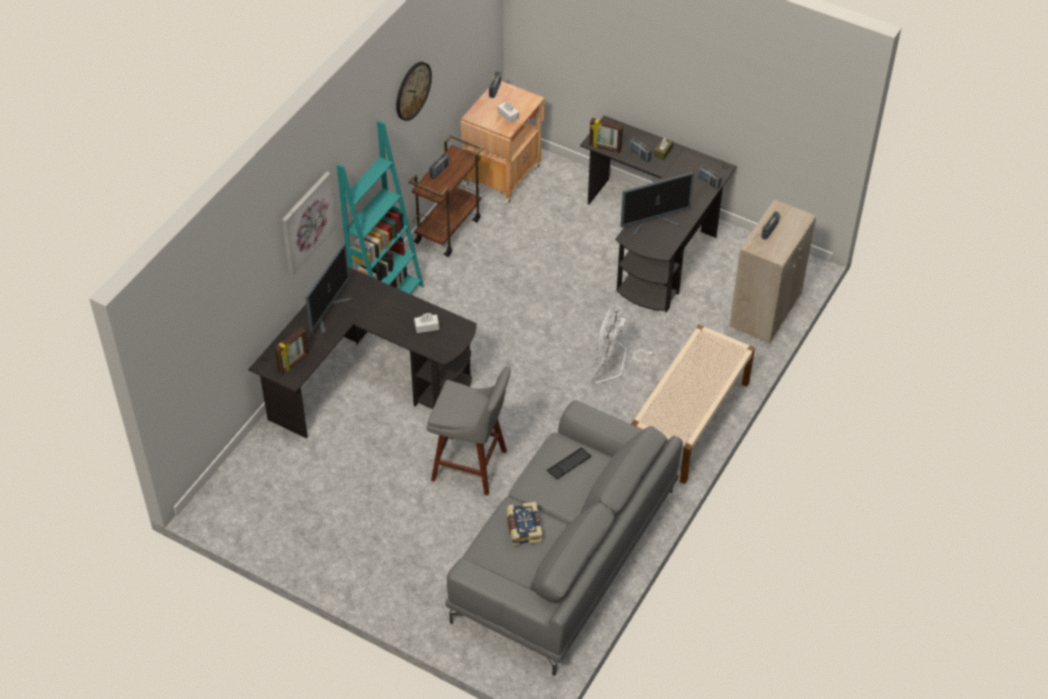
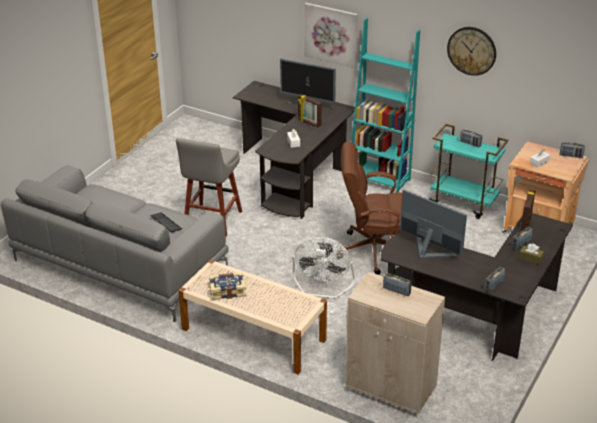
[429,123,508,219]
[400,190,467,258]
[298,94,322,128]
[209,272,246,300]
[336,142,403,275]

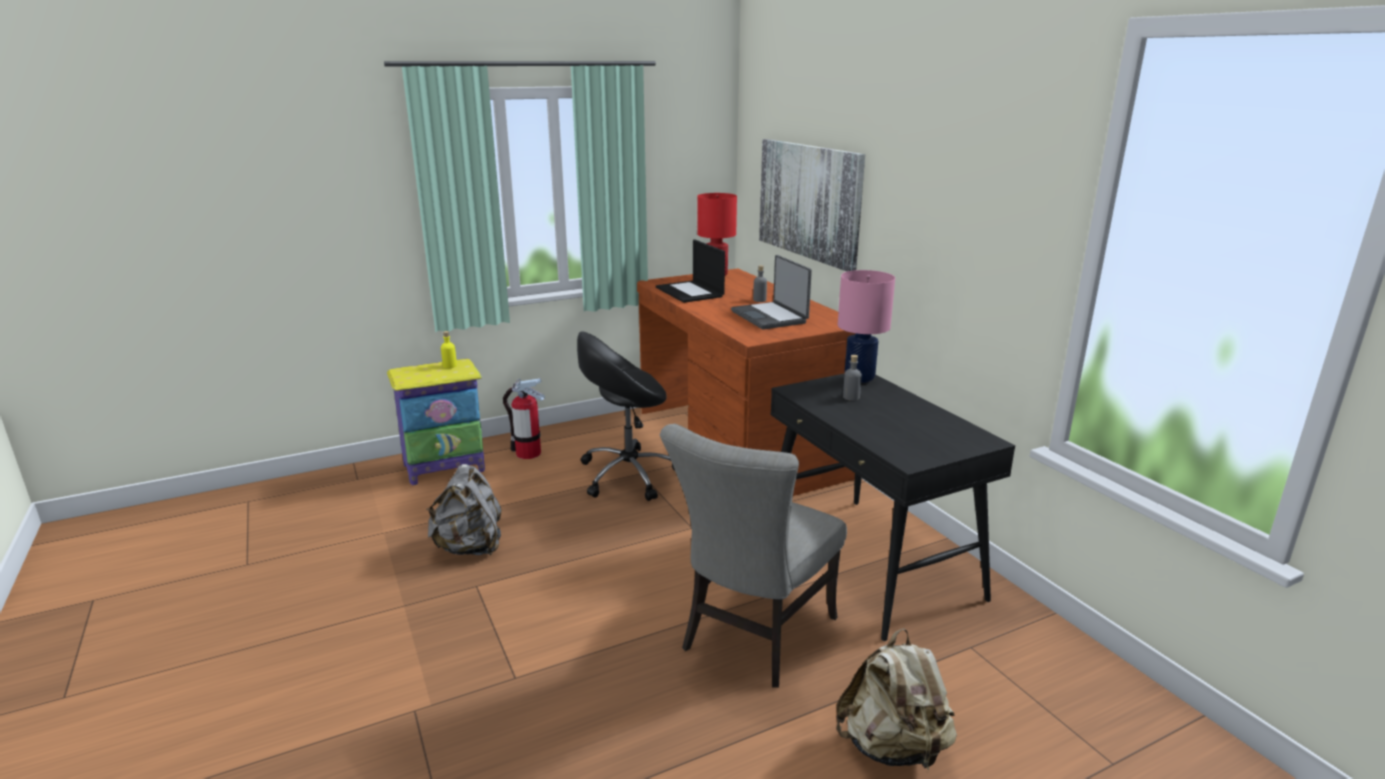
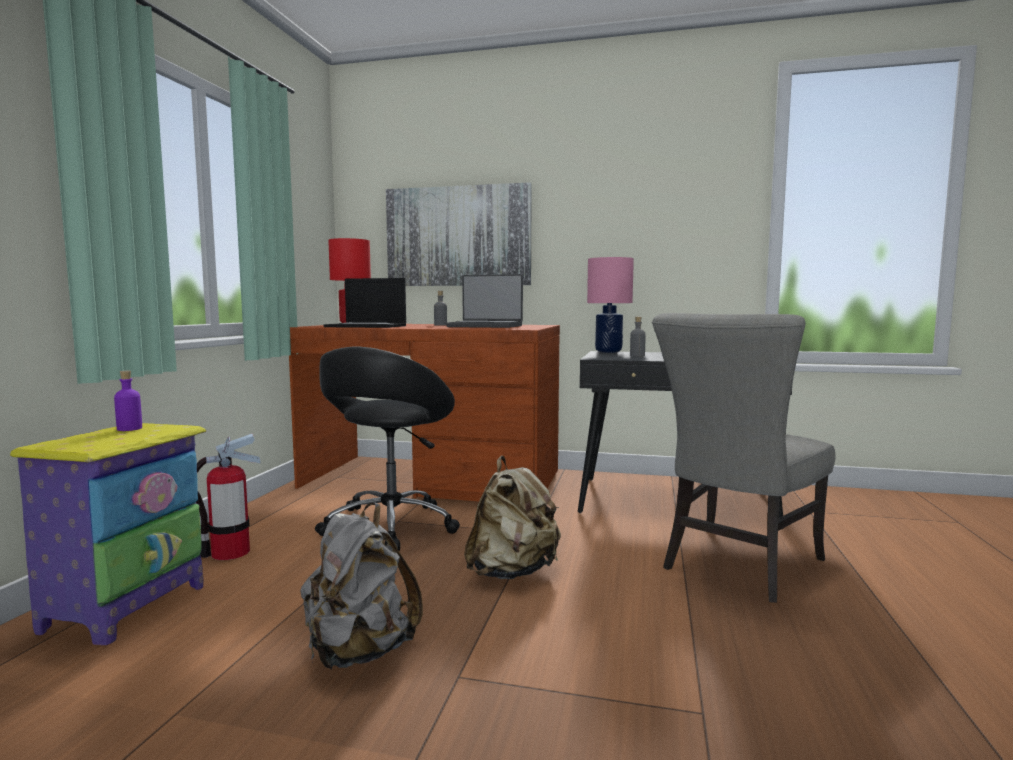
[114,371,142,431]
[652,313,835,603]
[464,456,561,579]

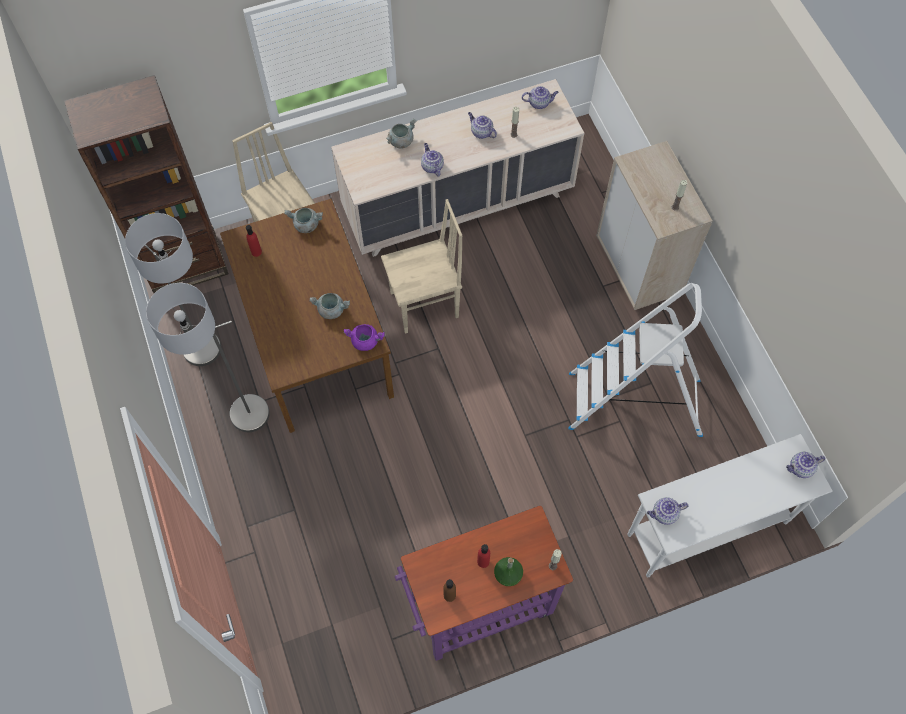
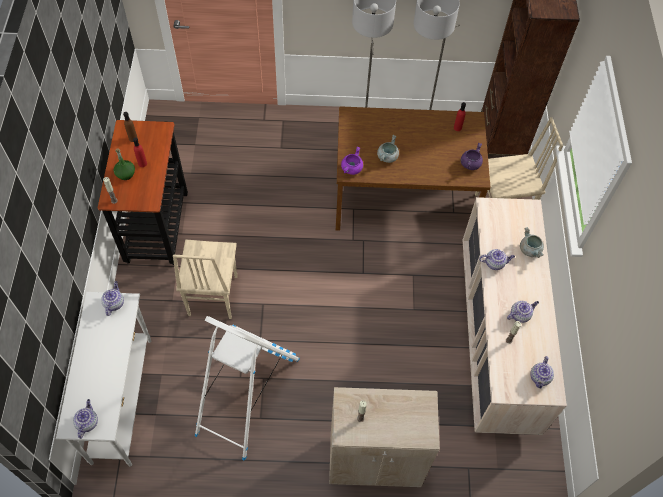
[173,240,237,319]
[461,143,483,170]
[98,120,188,265]

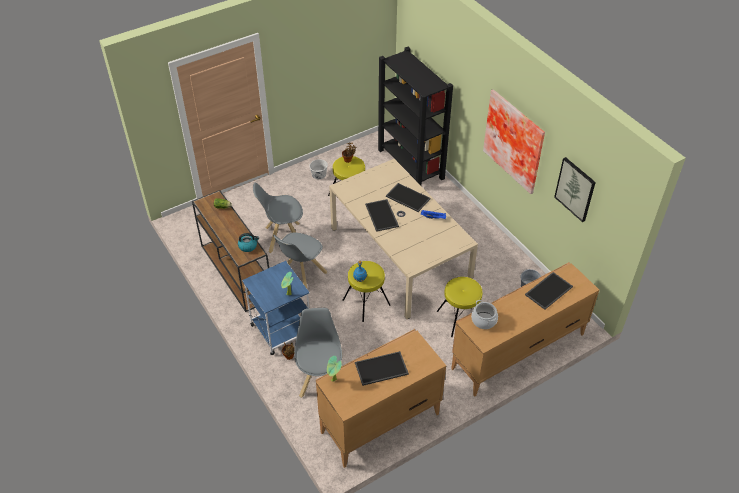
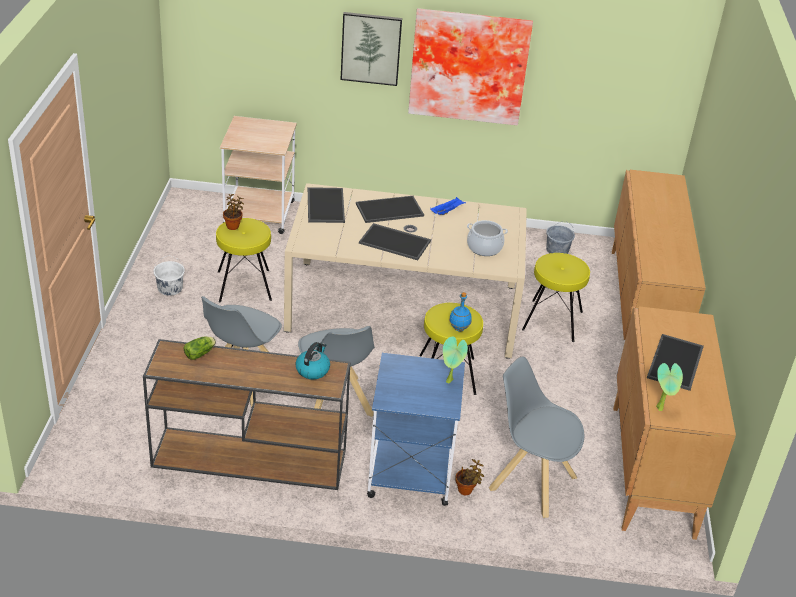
[220,116,297,234]
[341,12,402,86]
[308,187,345,223]
[467,220,508,256]

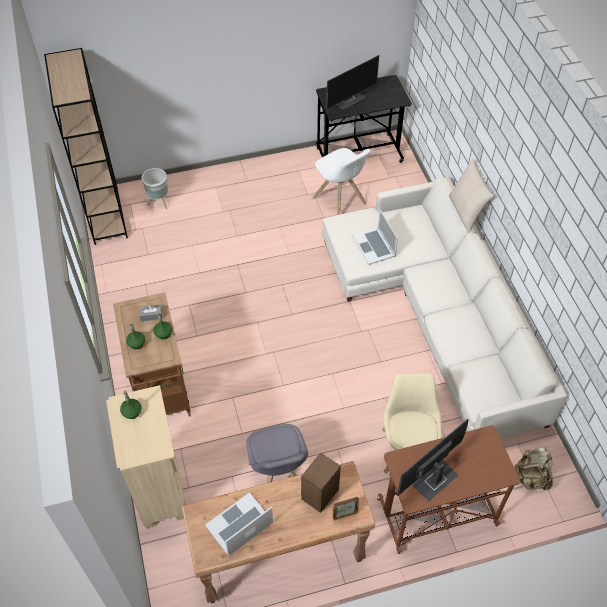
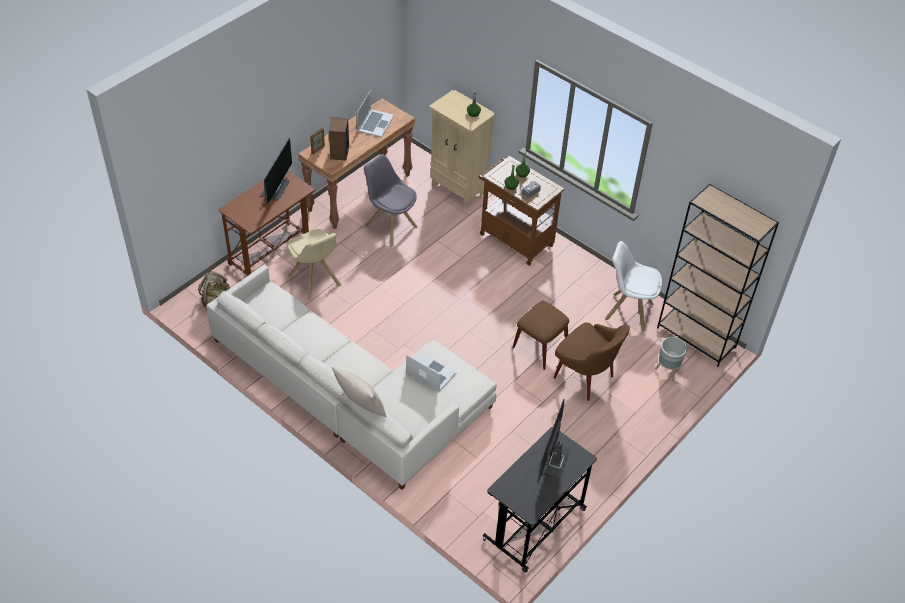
[605,241,662,332]
[512,301,630,401]

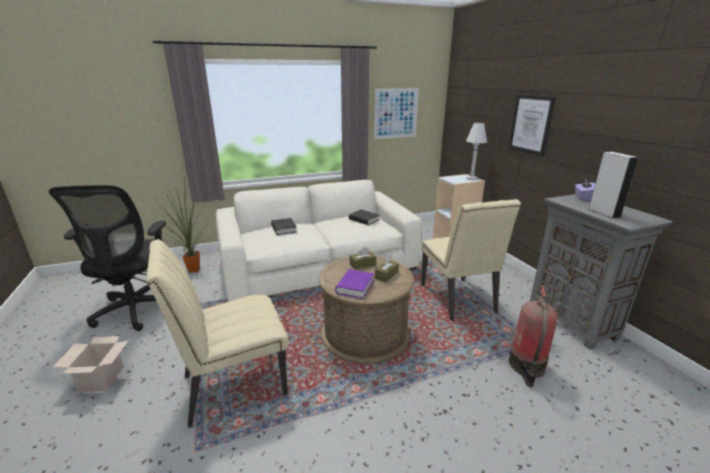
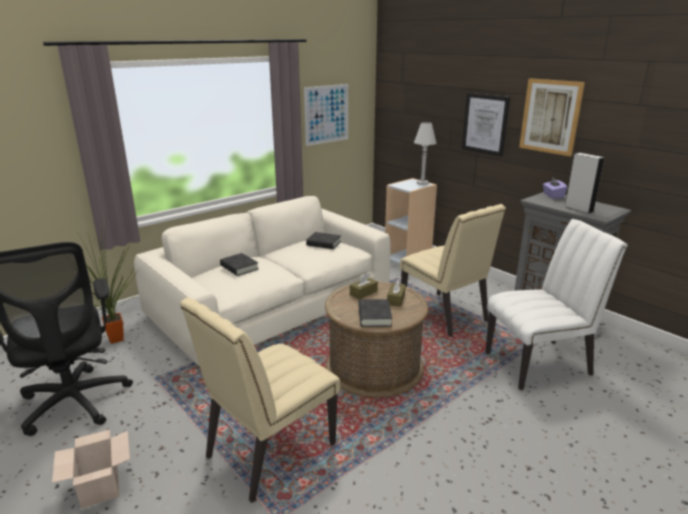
[358,299,392,327]
[485,219,627,390]
[519,78,585,157]

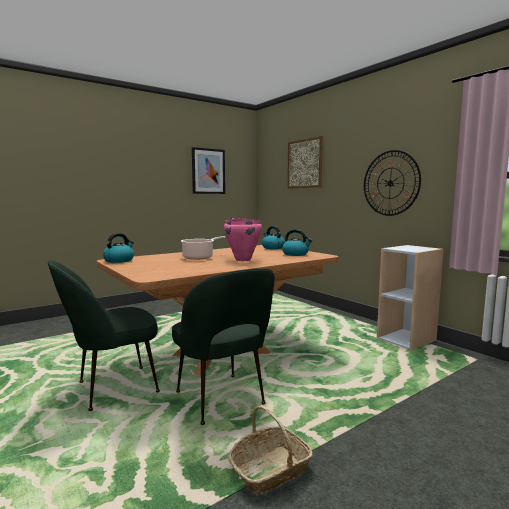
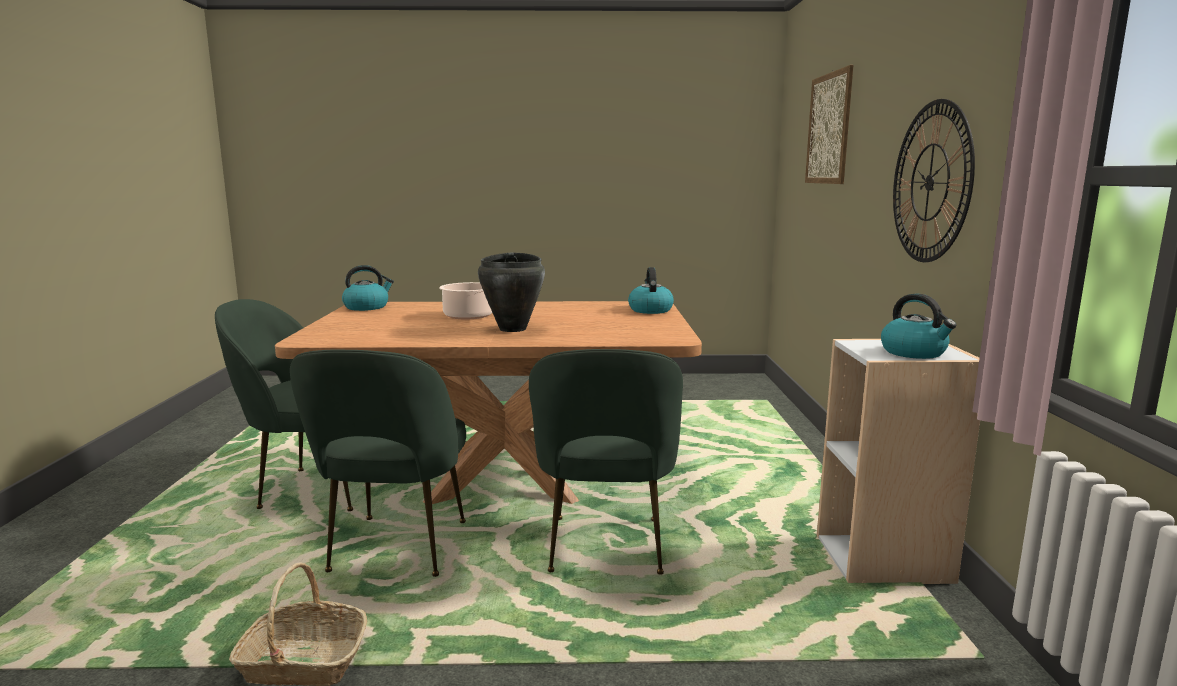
[192,147,225,194] (first image)
[478,253,545,332]
[881,293,957,359]
[529,349,683,575]

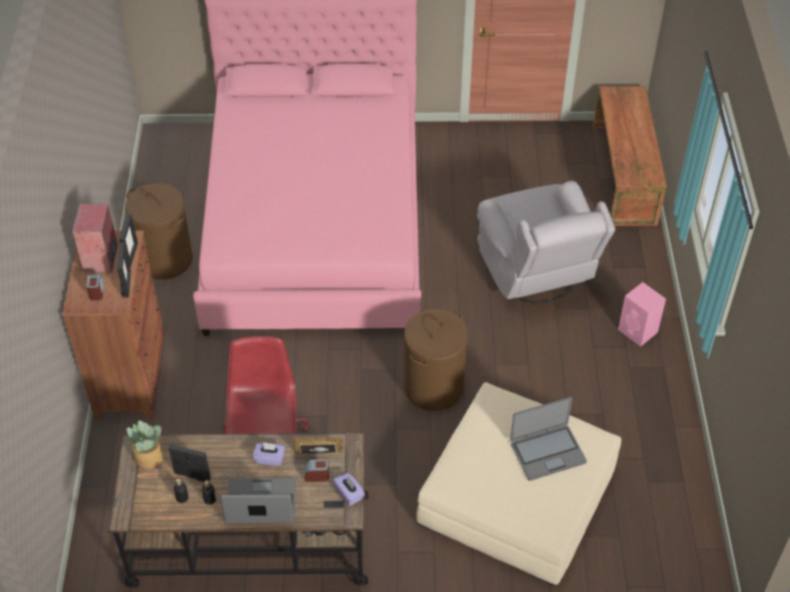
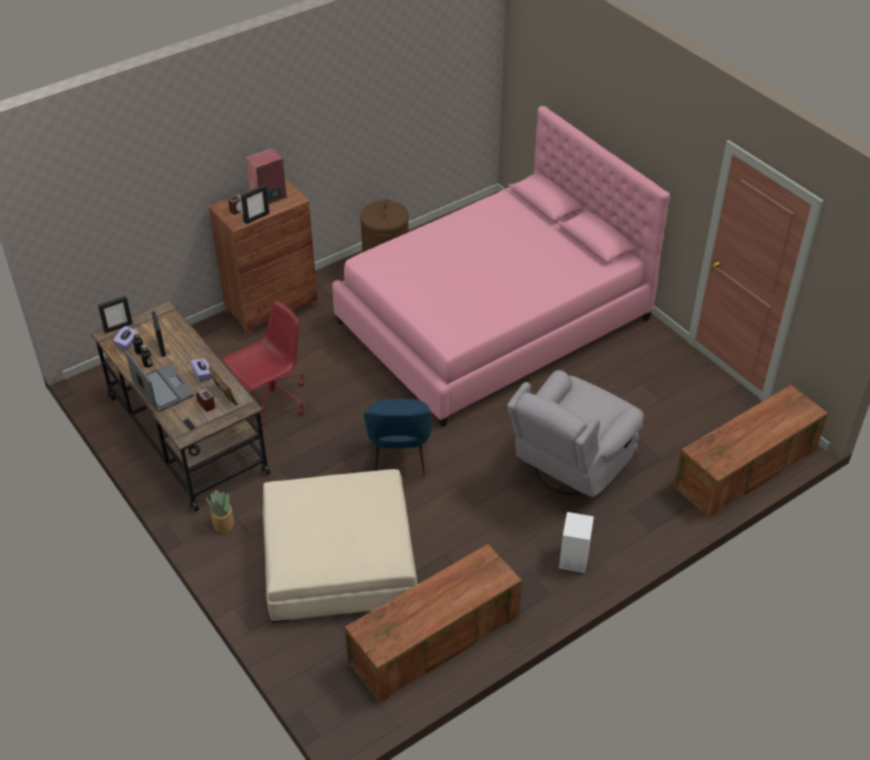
[98,296,133,333]
[559,512,594,573]
[364,399,432,476]
[510,397,587,481] (first image)
[206,490,234,533]
[113,326,138,351]
[345,544,522,704]

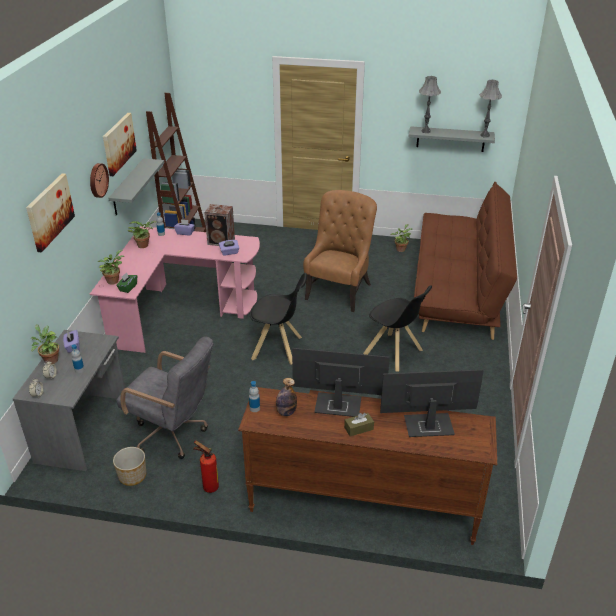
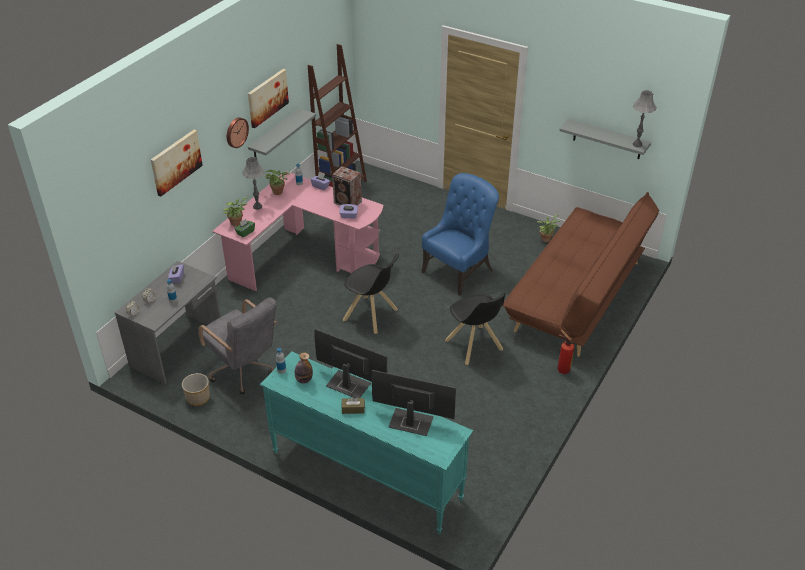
[242,157,265,210]
[421,173,499,296]
[31,324,59,364] (first image)
[260,351,473,534]
[558,329,574,374]

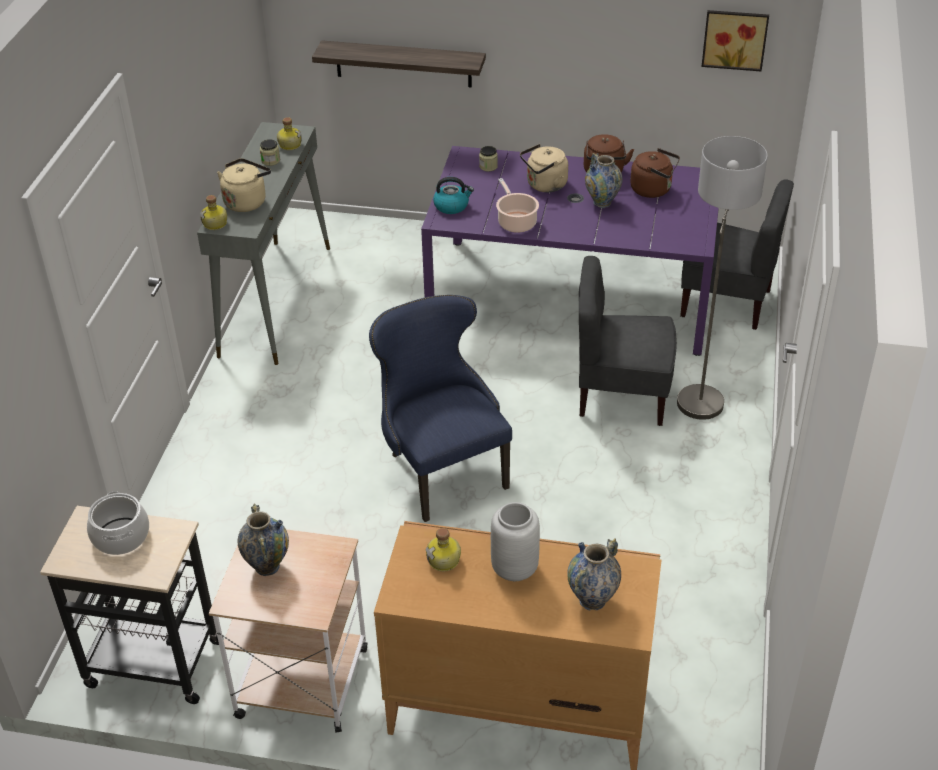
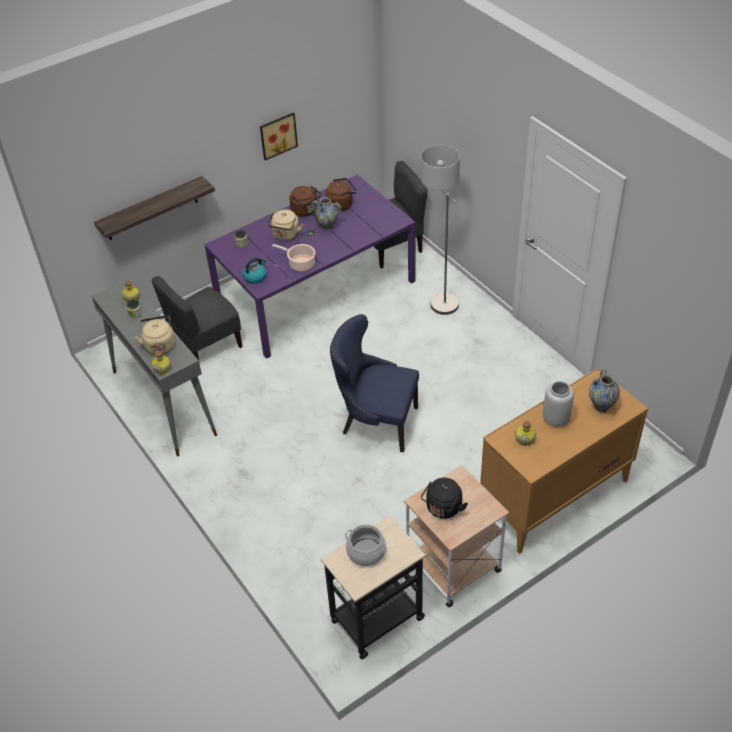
[260,113,298,161]
[151,276,243,360]
[421,478,468,519]

